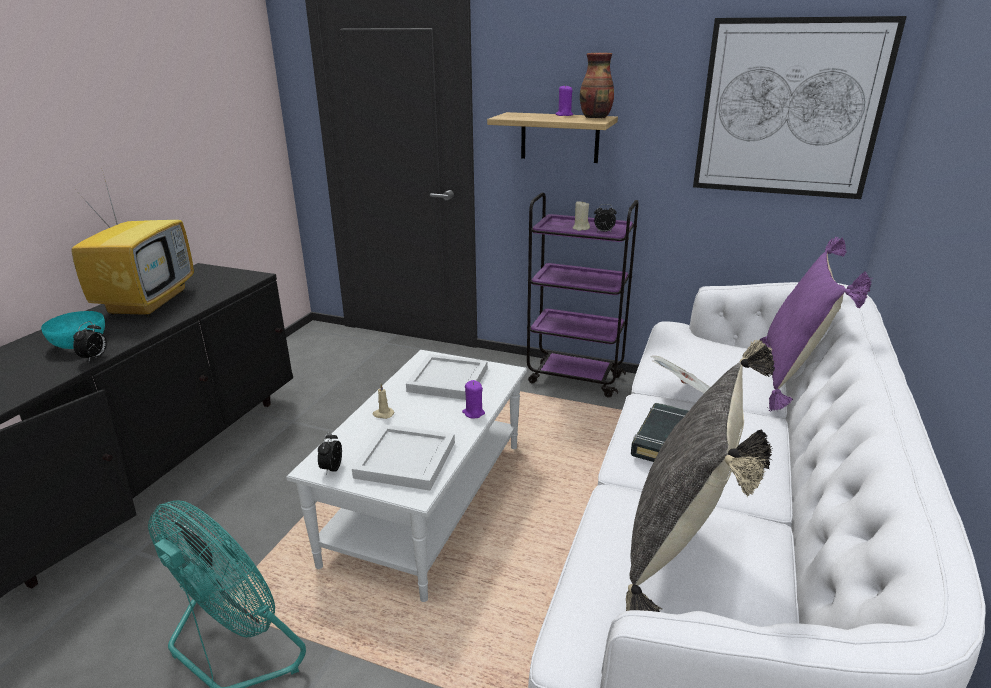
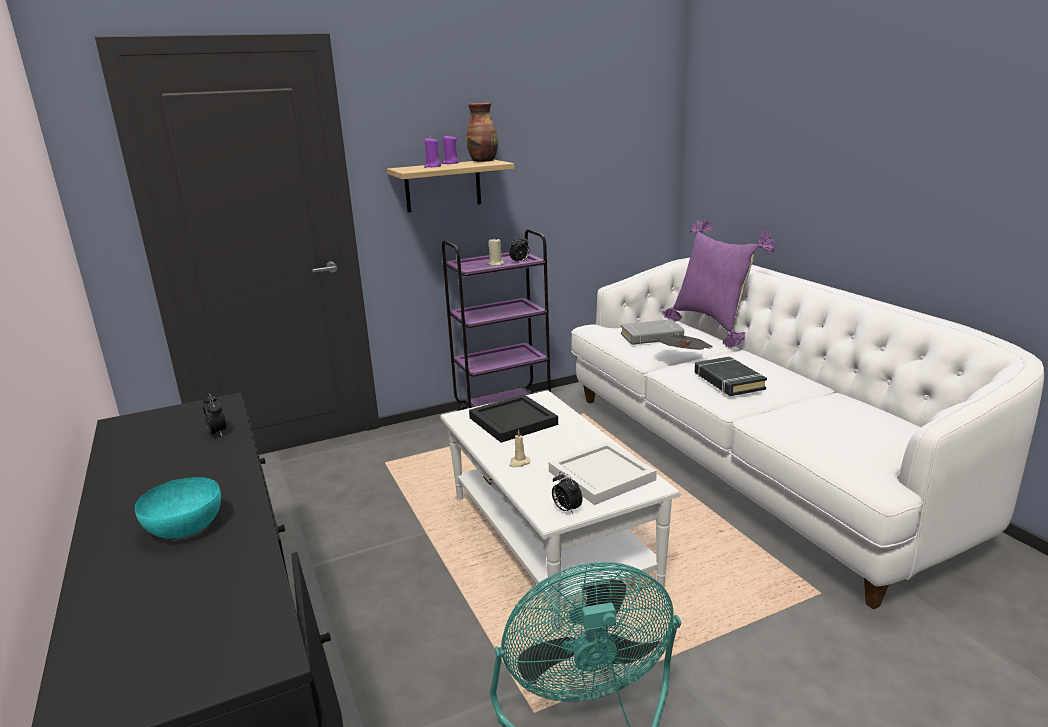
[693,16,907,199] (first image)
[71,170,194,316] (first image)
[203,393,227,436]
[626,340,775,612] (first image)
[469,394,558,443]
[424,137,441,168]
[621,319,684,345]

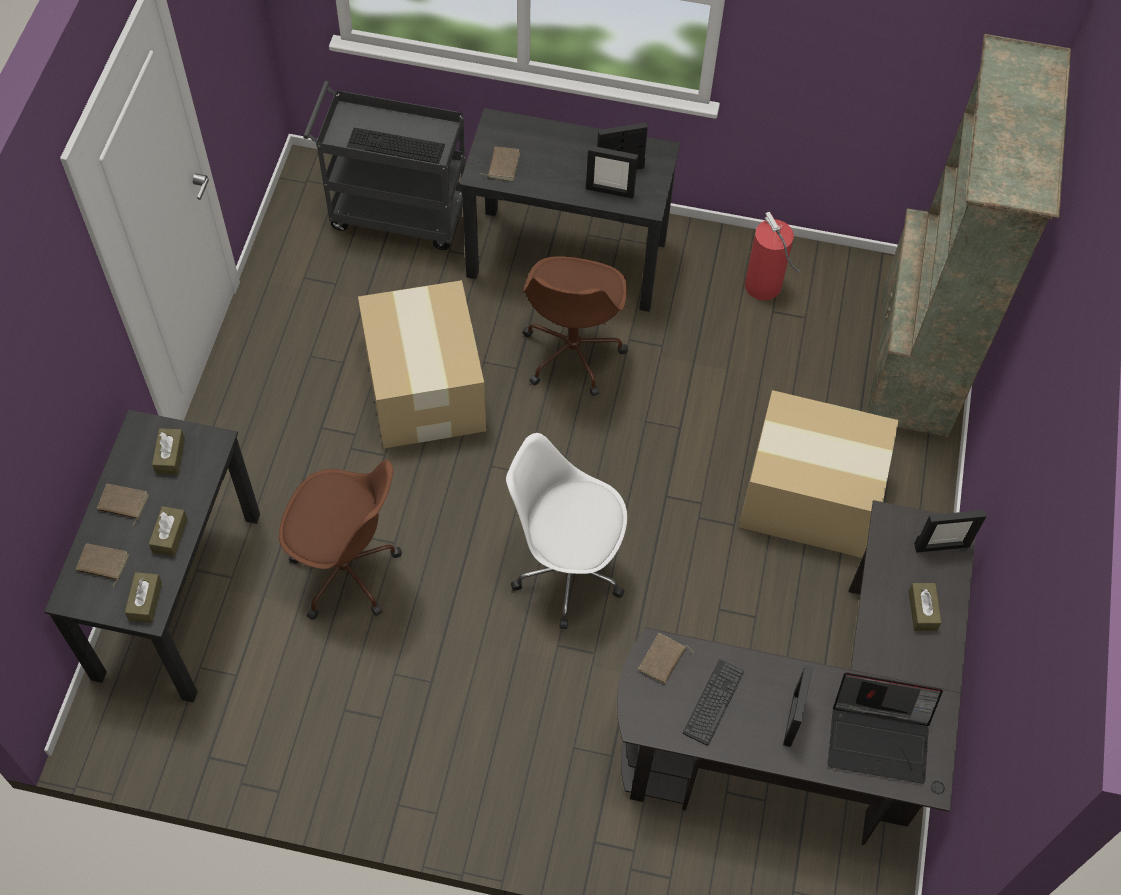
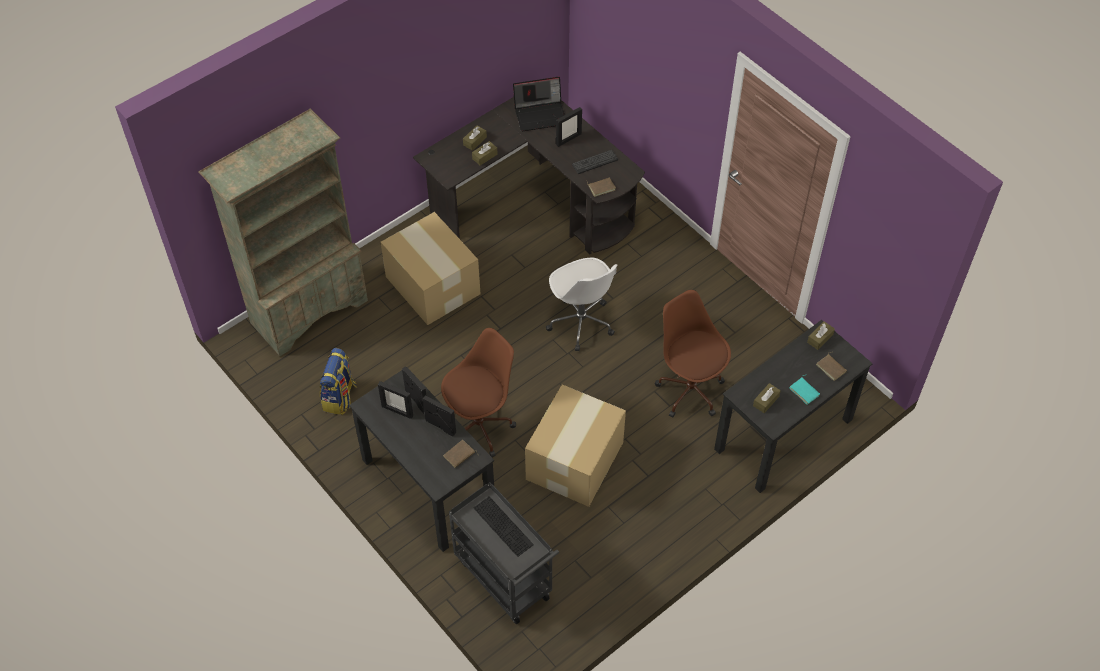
[320,348,357,415]
[789,375,820,404]
[472,141,498,166]
[423,395,456,437]
[513,77,565,131]

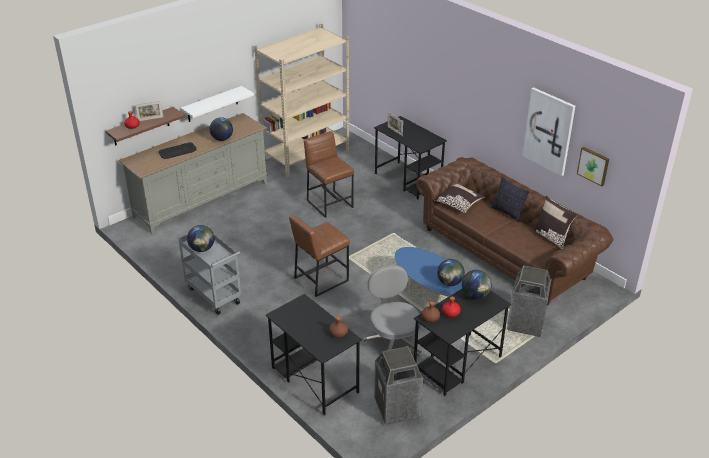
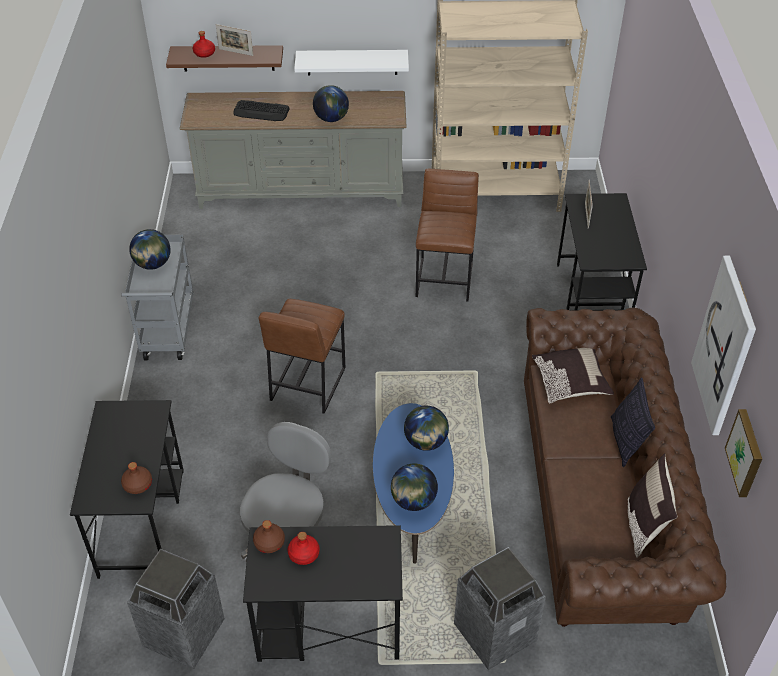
[258,299,345,414]
[404,406,449,451]

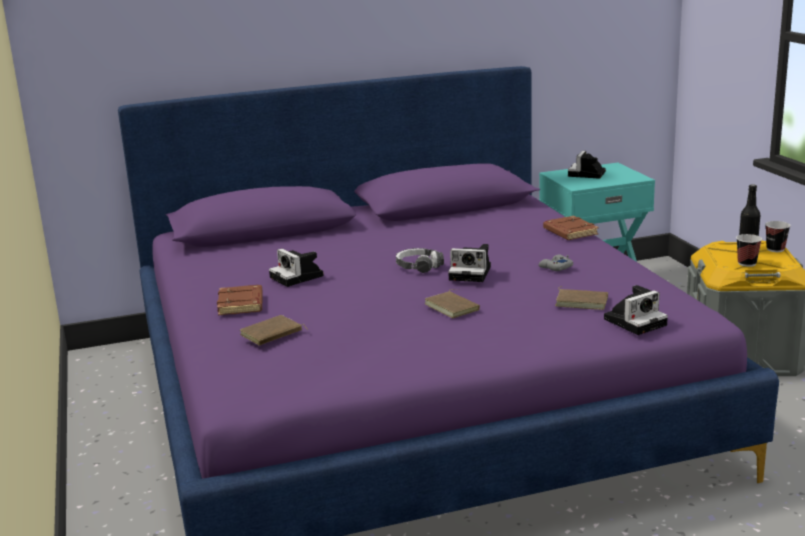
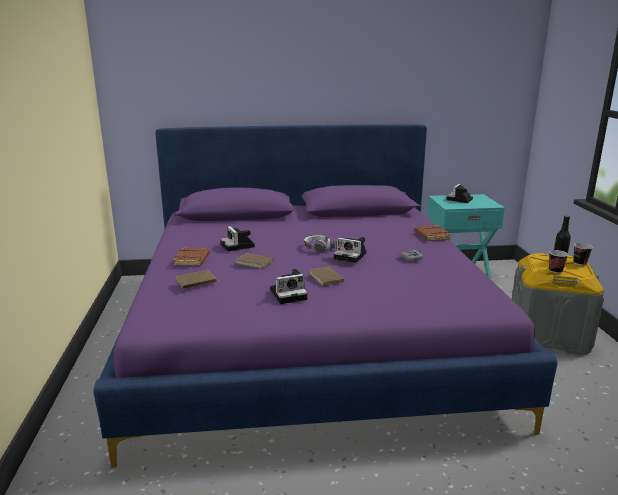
[270,269,307,304]
[235,251,274,269]

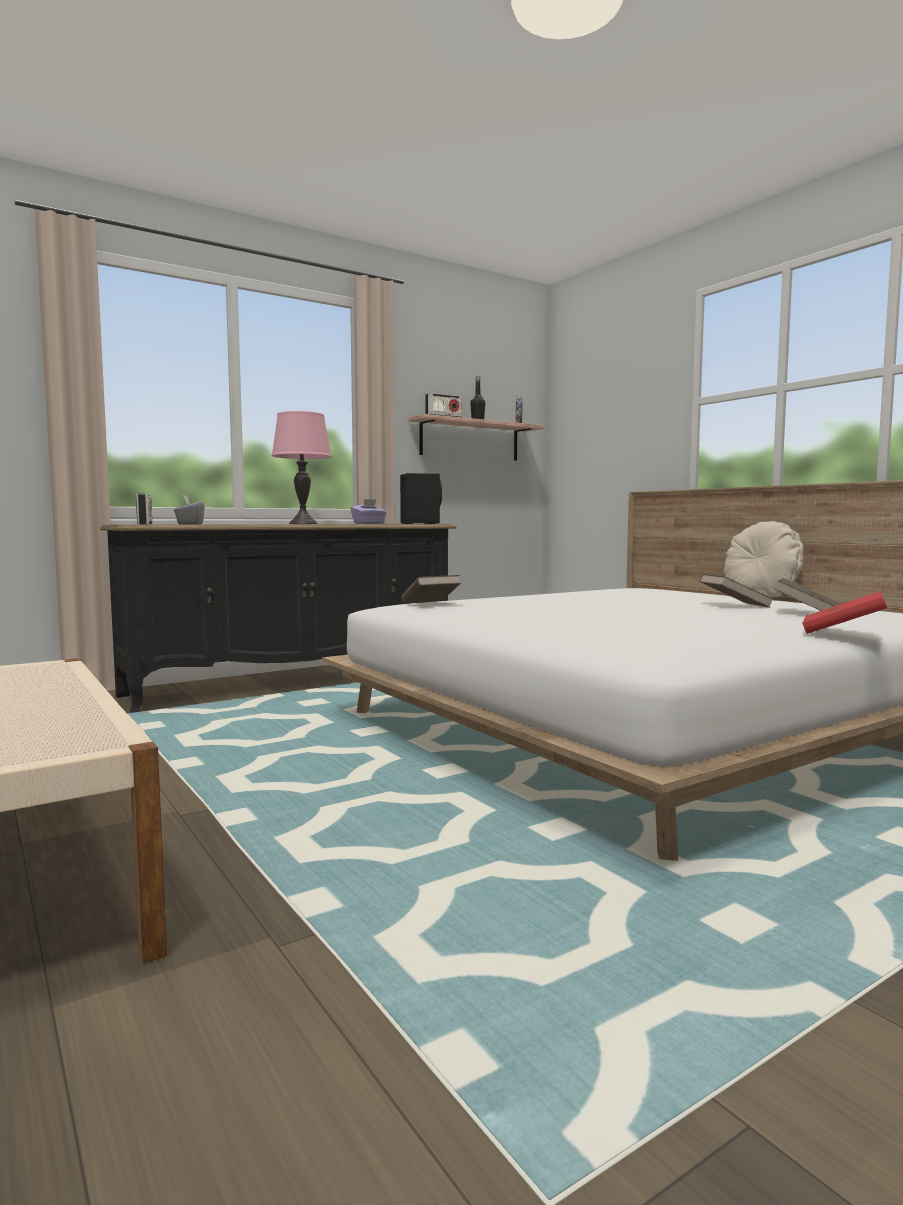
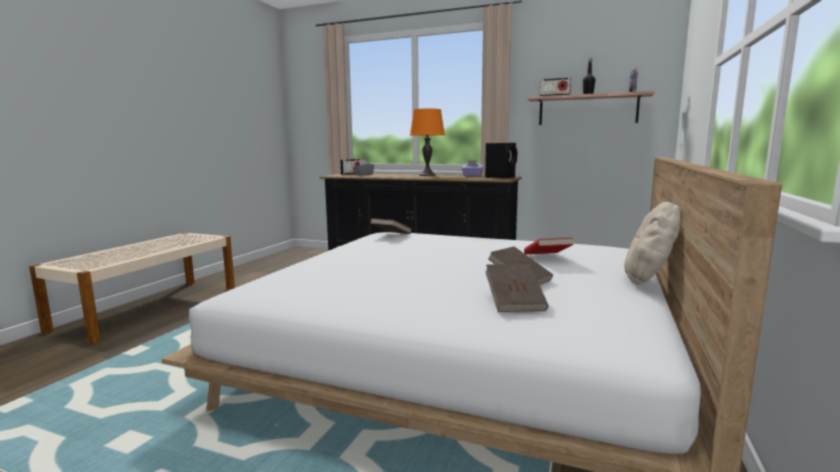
[410,109,445,176]
[524,238,574,254]

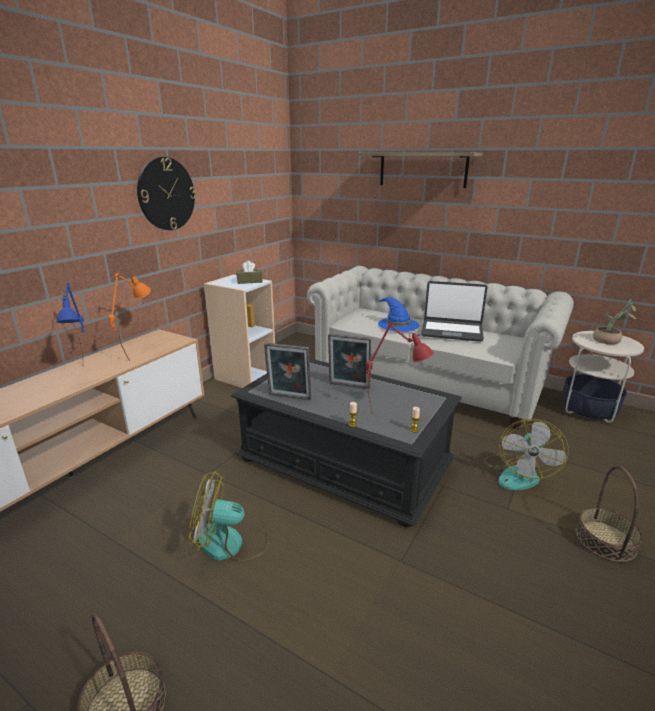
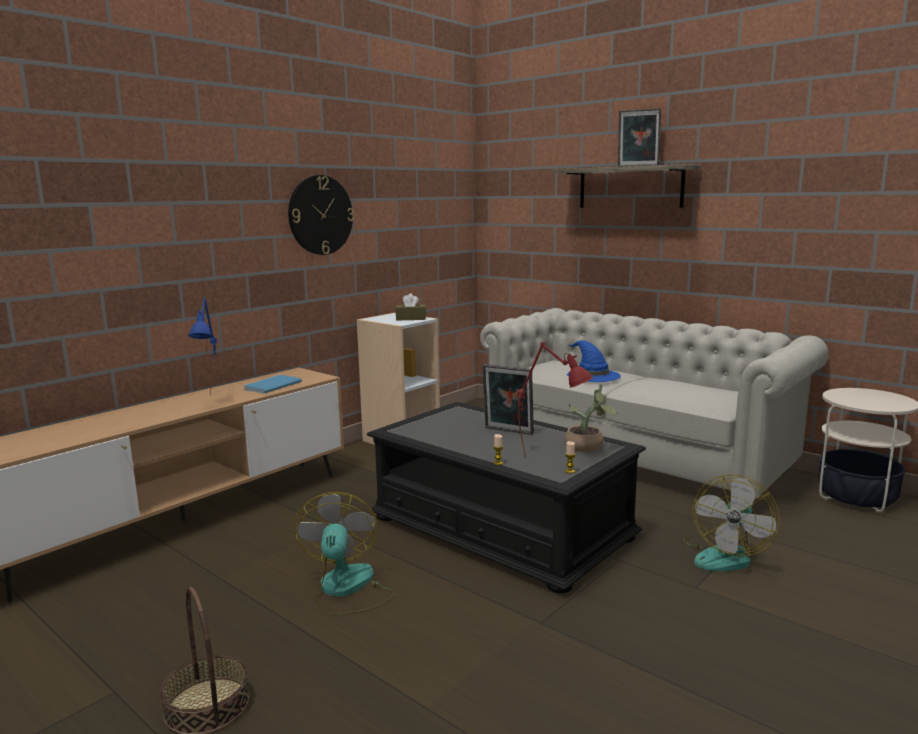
[243,375,302,393]
[421,281,488,342] (first image)
[565,384,618,452]
[618,108,661,167]
[576,466,643,562] (first image)
[293,492,395,615]

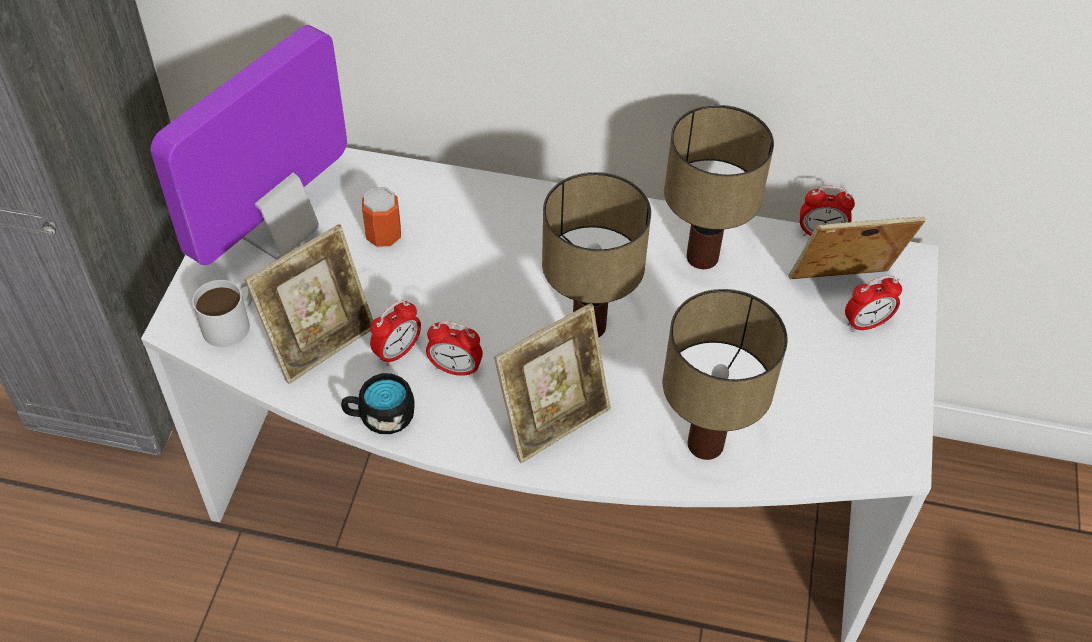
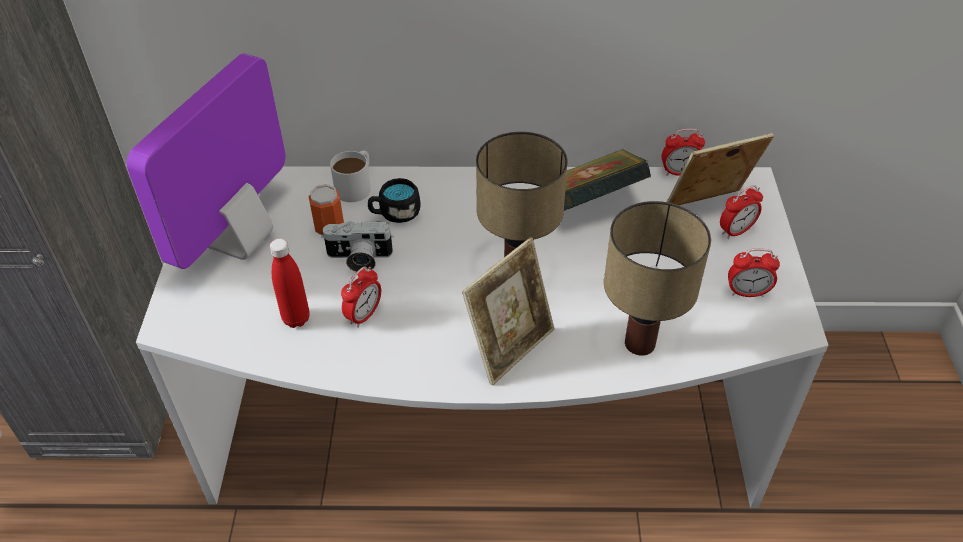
[564,149,651,211]
[270,239,310,328]
[330,151,371,202]
[728,248,780,297]
[368,178,420,223]
[322,221,394,272]

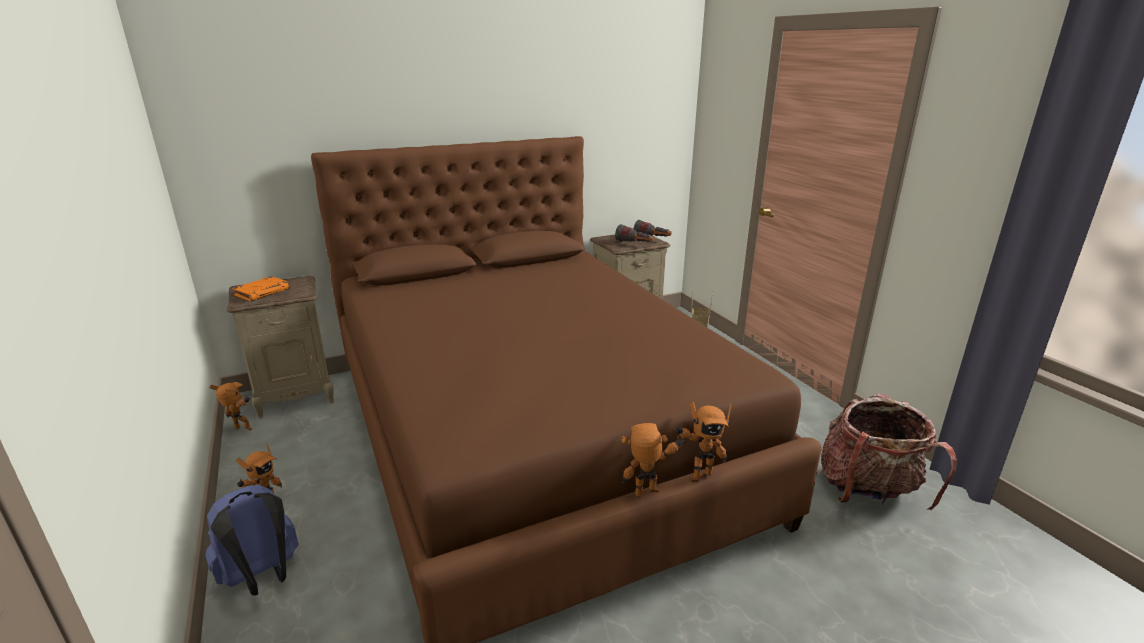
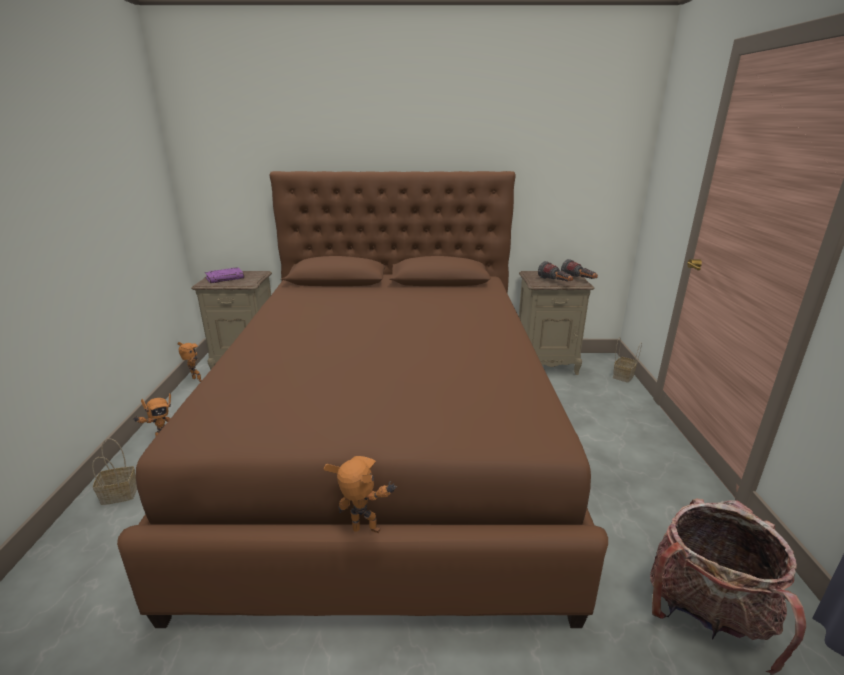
[205,267,244,283]
[675,402,731,482] (first image)
[92,438,137,505]

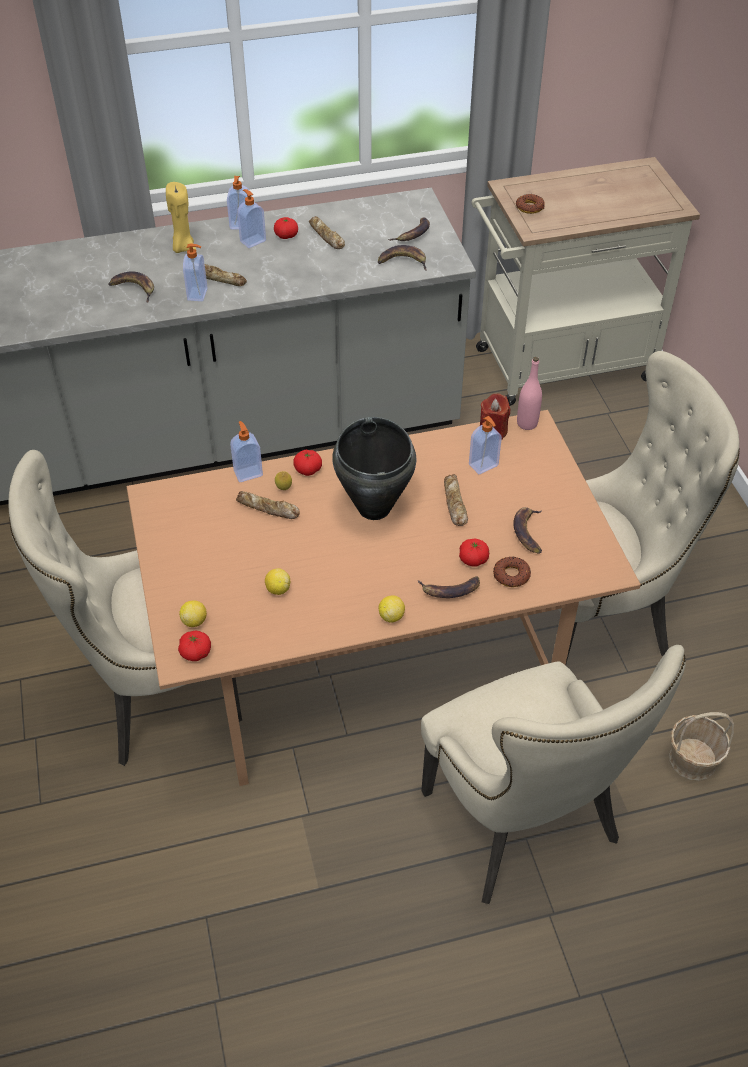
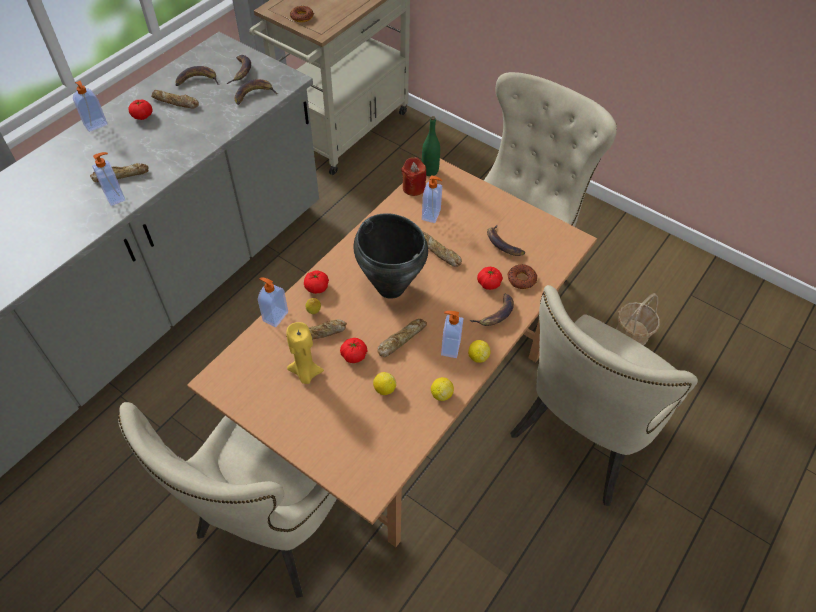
[286,322,324,384]
[441,311,463,358]
[176,66,219,86]
[422,116,440,176]
[431,377,454,401]
[340,338,368,363]
[510,285,698,506]
[378,319,427,357]

